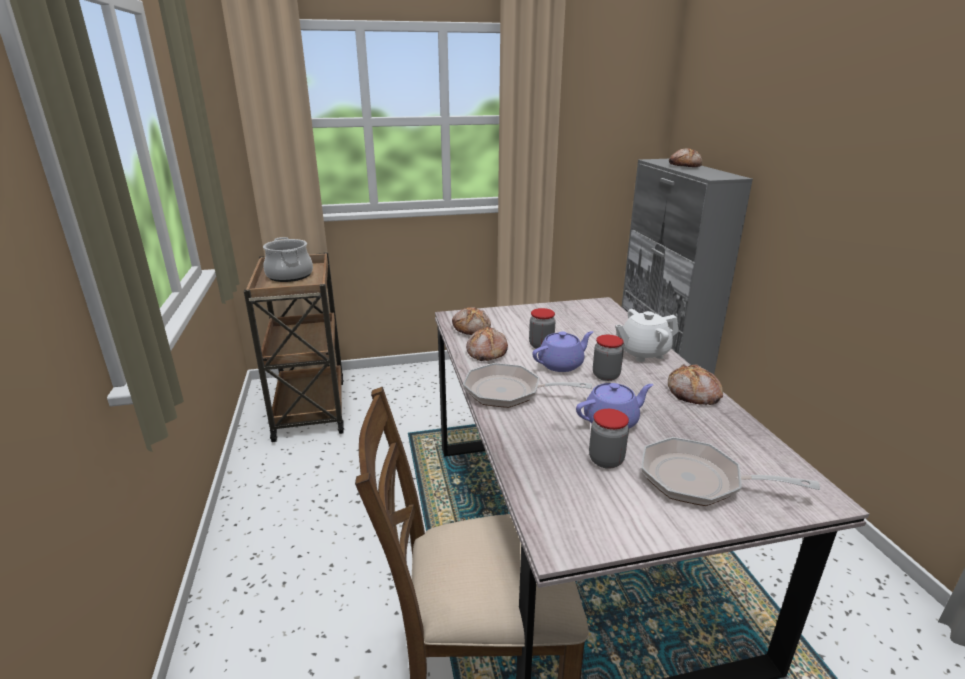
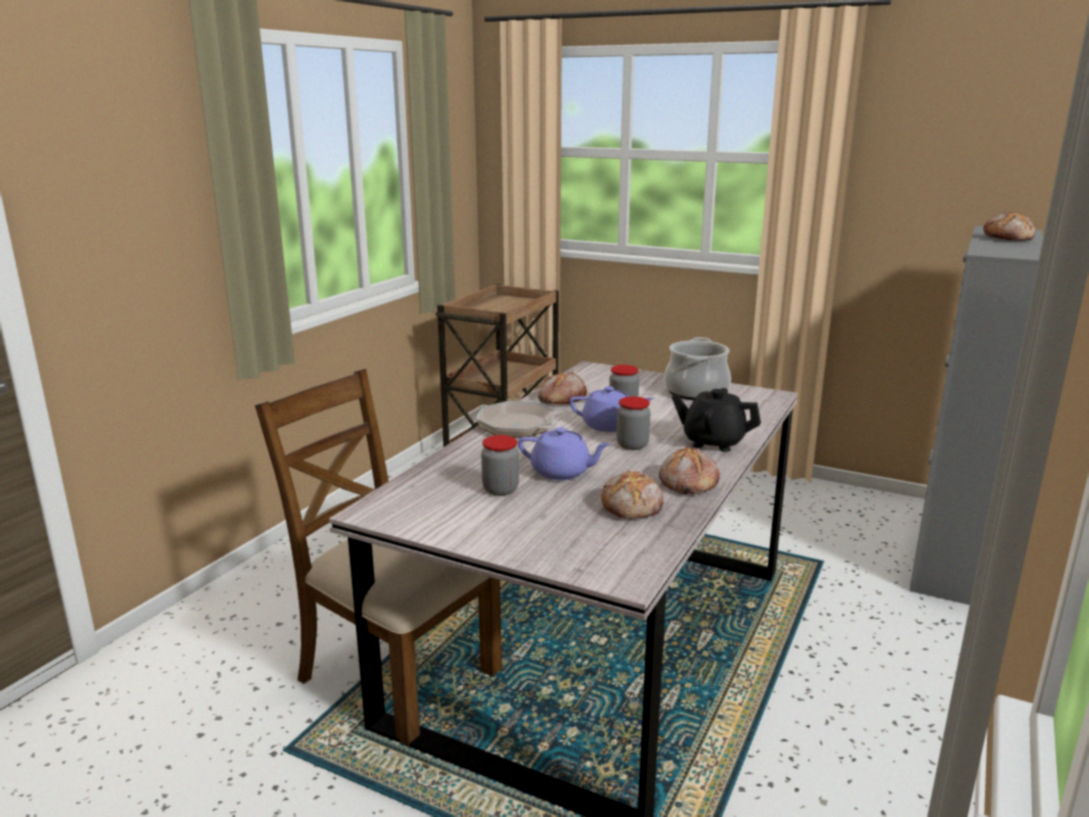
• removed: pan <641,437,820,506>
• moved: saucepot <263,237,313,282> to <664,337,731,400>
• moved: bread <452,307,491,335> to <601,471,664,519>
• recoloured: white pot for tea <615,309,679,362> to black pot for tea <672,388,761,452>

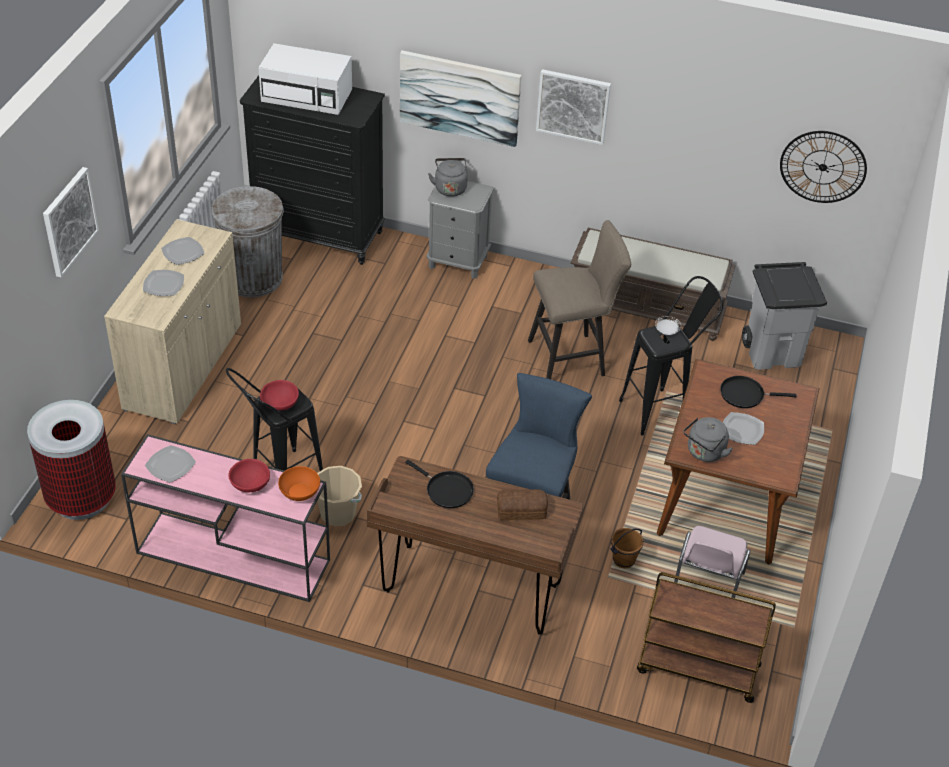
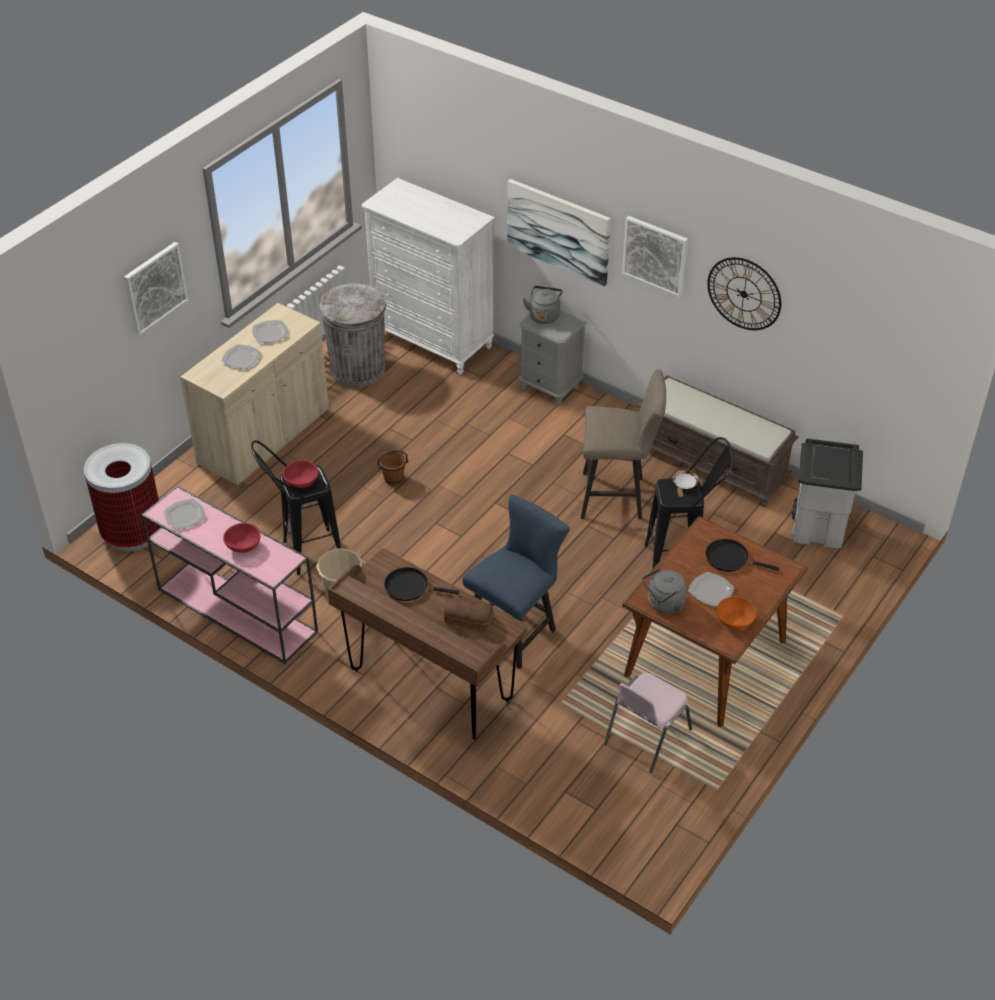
• removed: white kitchen microwave <259,43,352,115>
• removed: brown cart <637,572,776,703>
• moved: orange bowl <278,466,320,501> to <717,596,756,629>
• moved: brown bucket <610,528,644,568> to <377,450,408,486>
• moved: hanging clock <780,131,867,203> to <707,257,781,330>
• recoloured: black drawer chest <240,76,385,265> to white drawer chest <362,178,495,375>
• turned: black pan <405,460,474,508> = <384,567,459,601> 135 degrees clockwise

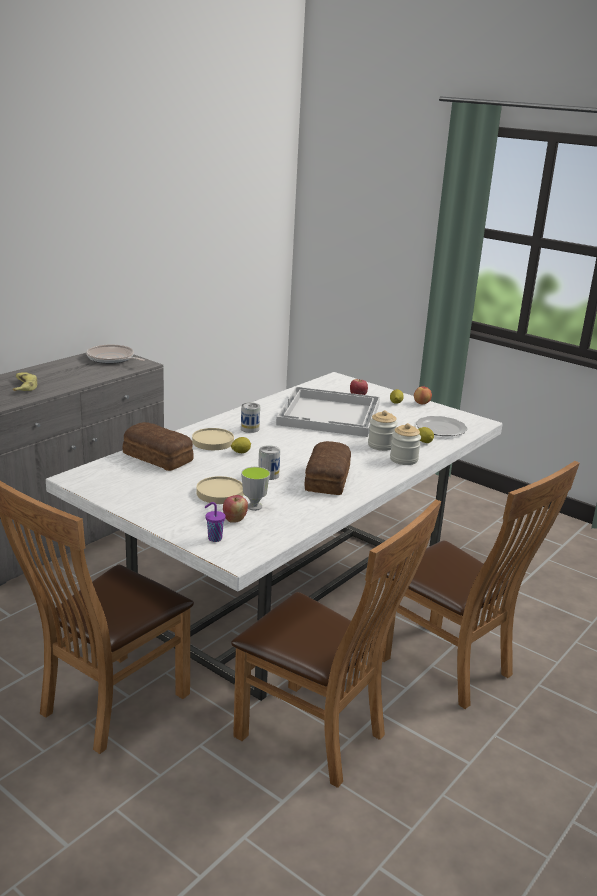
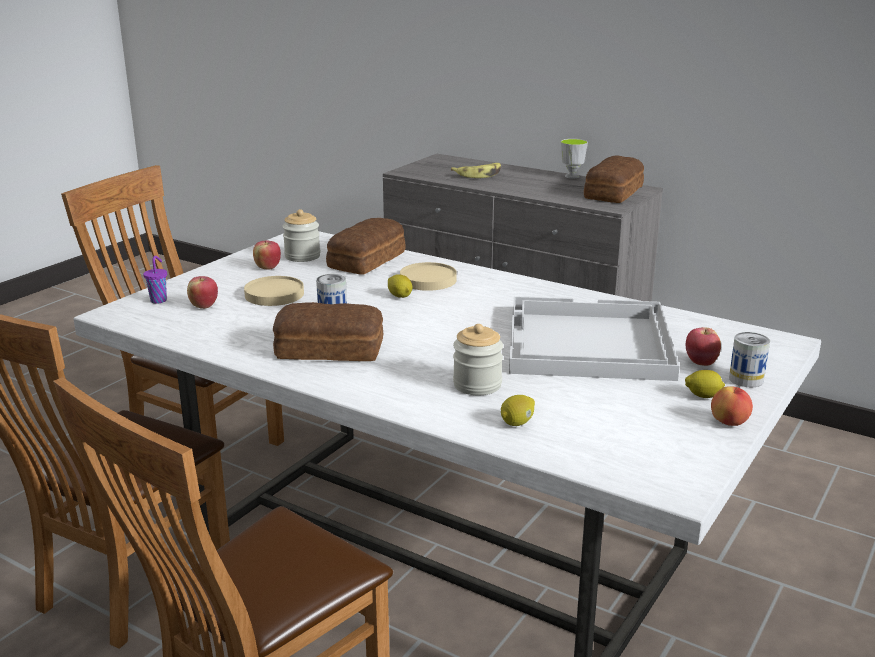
• removed: dinner plate <416,416,468,436>
• added: apple fruit <253,241,281,270>
• moved: can <241,402,260,433> to <729,332,770,388>
• moved: cup <241,467,270,511> to <561,139,588,178>
• moved: jar <390,423,421,465> to <282,209,320,262>
• replaced: pan <86,344,145,364> to bread <584,155,644,203>

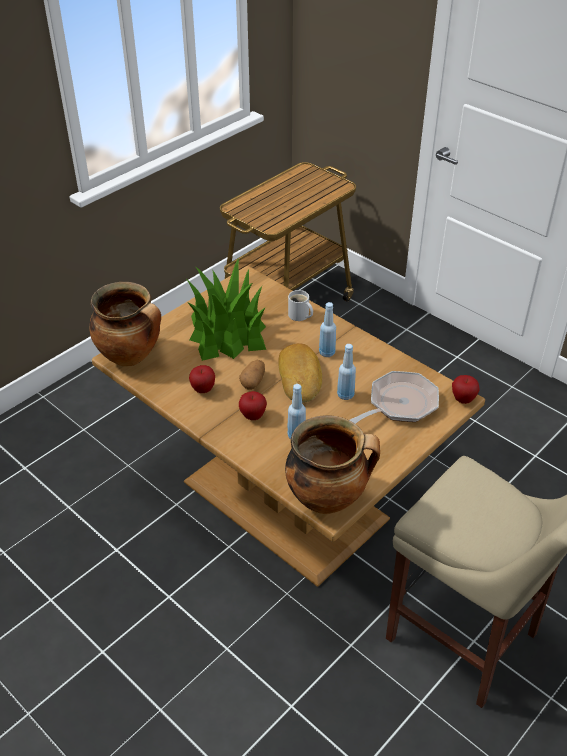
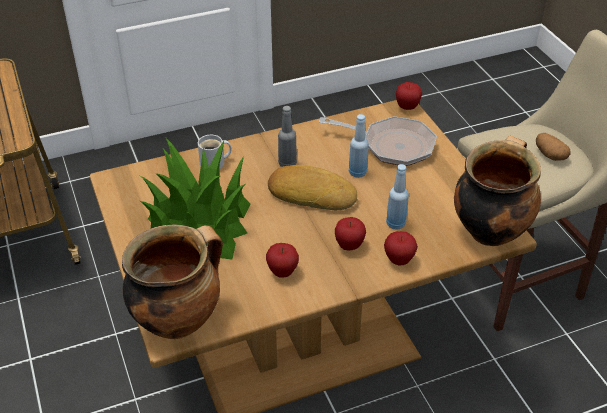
• added: apple fruit <384,231,418,266>
• moved: spud <239,360,265,390> to <536,133,571,161>
• recoloured: blue-coloured drink bottle <319,302,336,357> to greyish drink bottle <278,106,297,167>
• turned: pan <349,371,439,424> = <319,116,437,166> 120 degrees clockwise

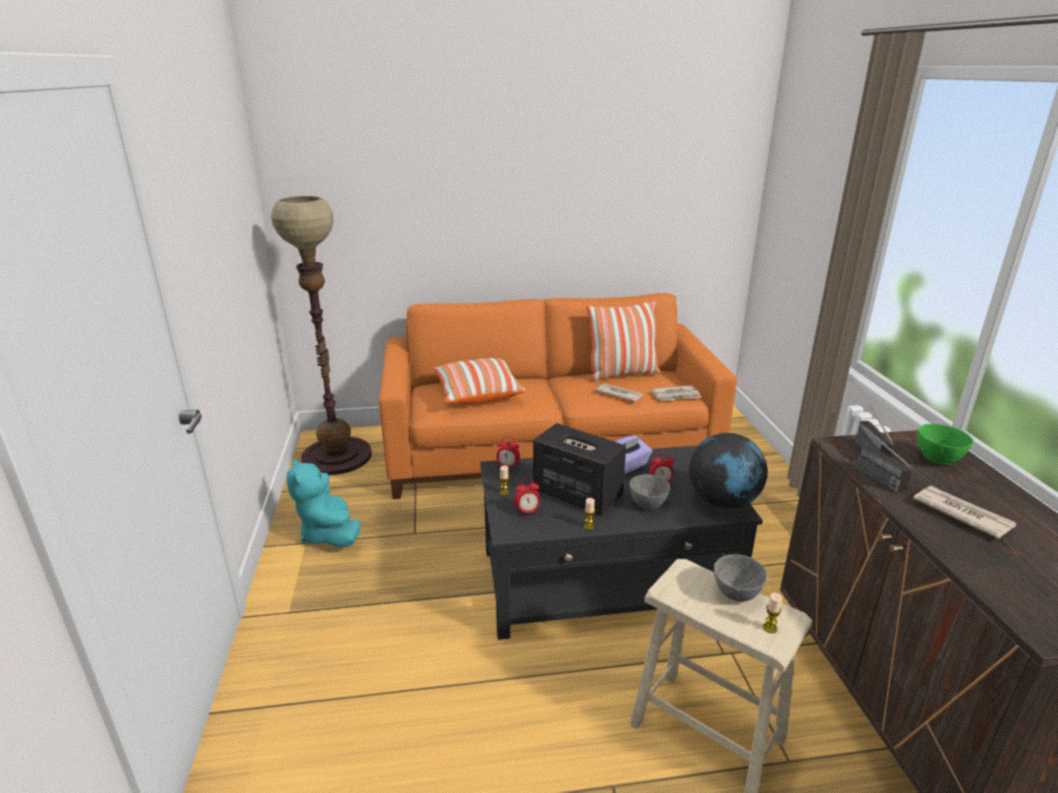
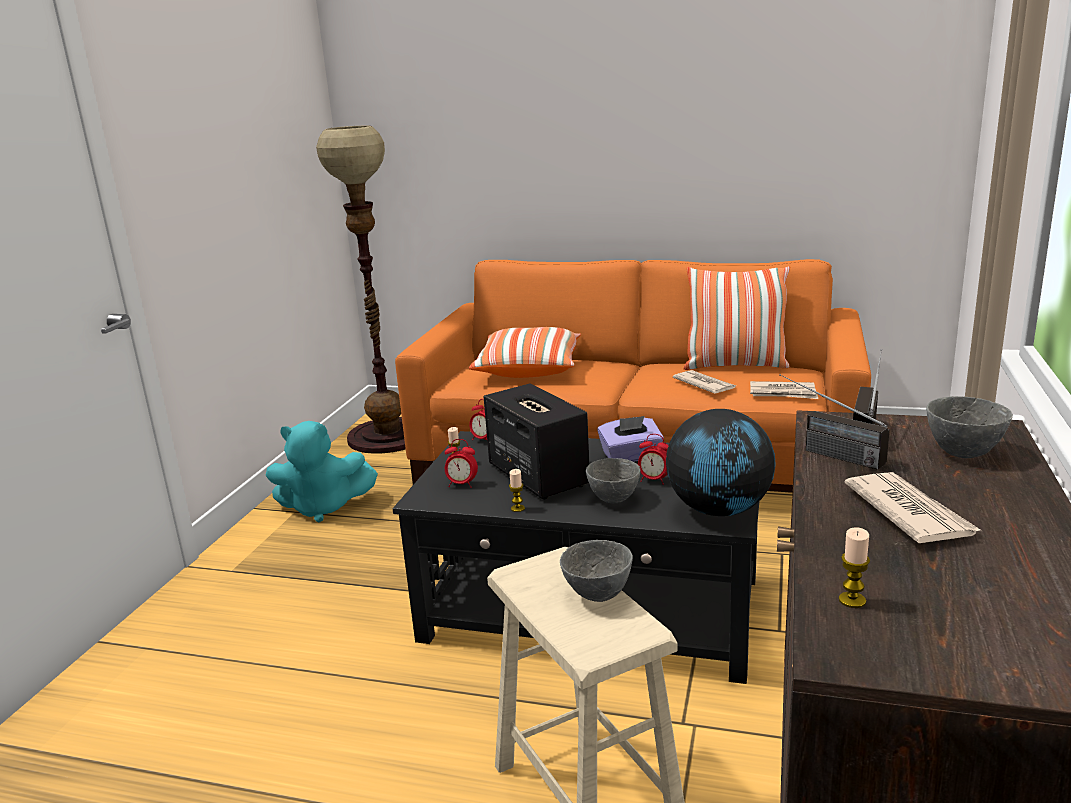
• moved: wax candle <763,593,782,633> to <839,527,870,608>
• recoloured: green-coloured bowl <918,424,973,465> to greyish bowl <926,396,1013,458>
• turned: blue-green cuddly toy <287,458,361,547> = <266,421,378,522> 90 degrees counterclockwise
• turned: radio set <850,415,912,493> = <779,374,890,470> 45 degrees counterclockwise

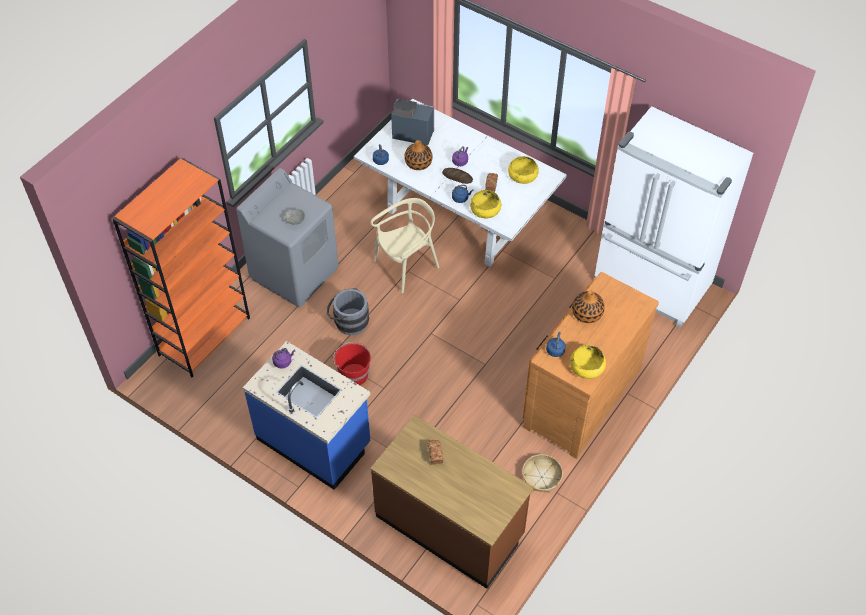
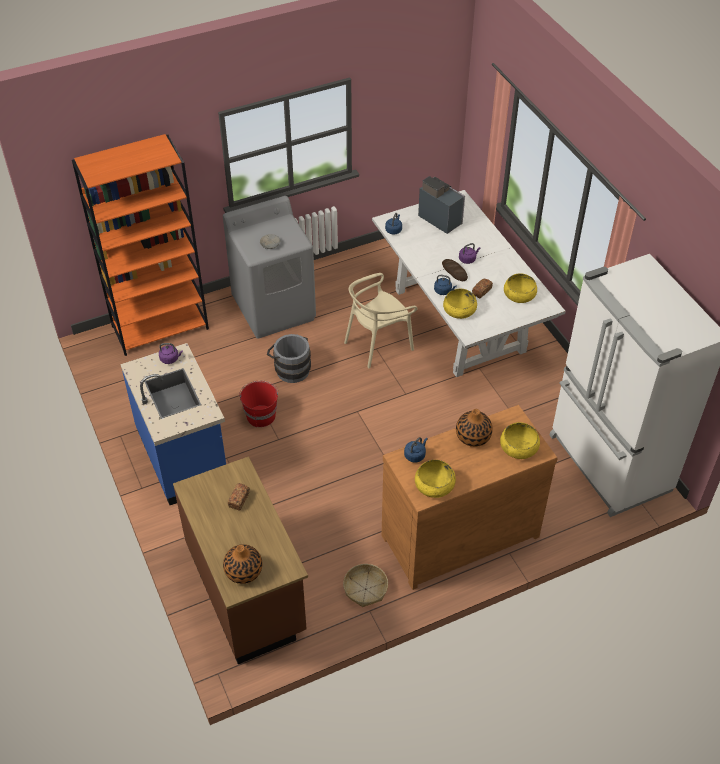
• added: yellow bowl <500,422,540,459>
• moved: flower vase <404,140,433,170> to <223,544,262,584>
• turned: beige plain chair <370,198,440,293> = <344,273,418,368> 150 degrees clockwise

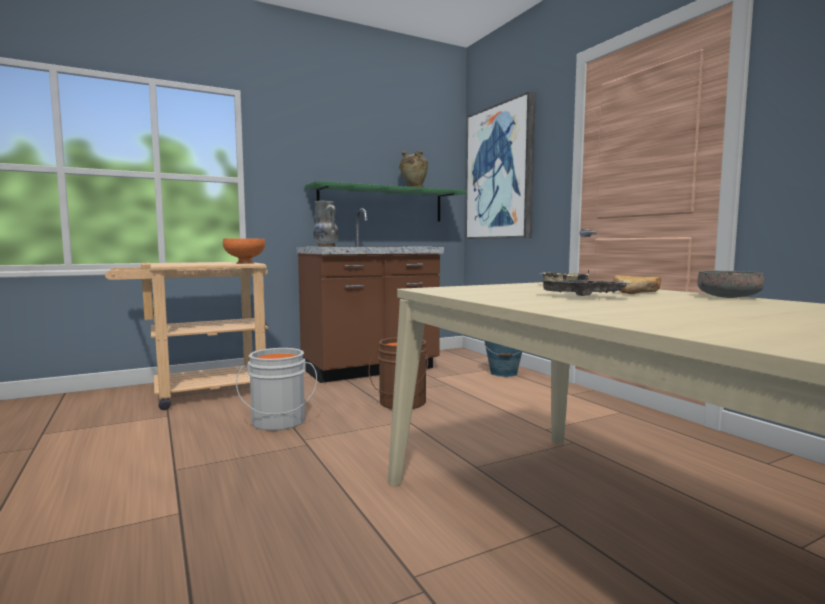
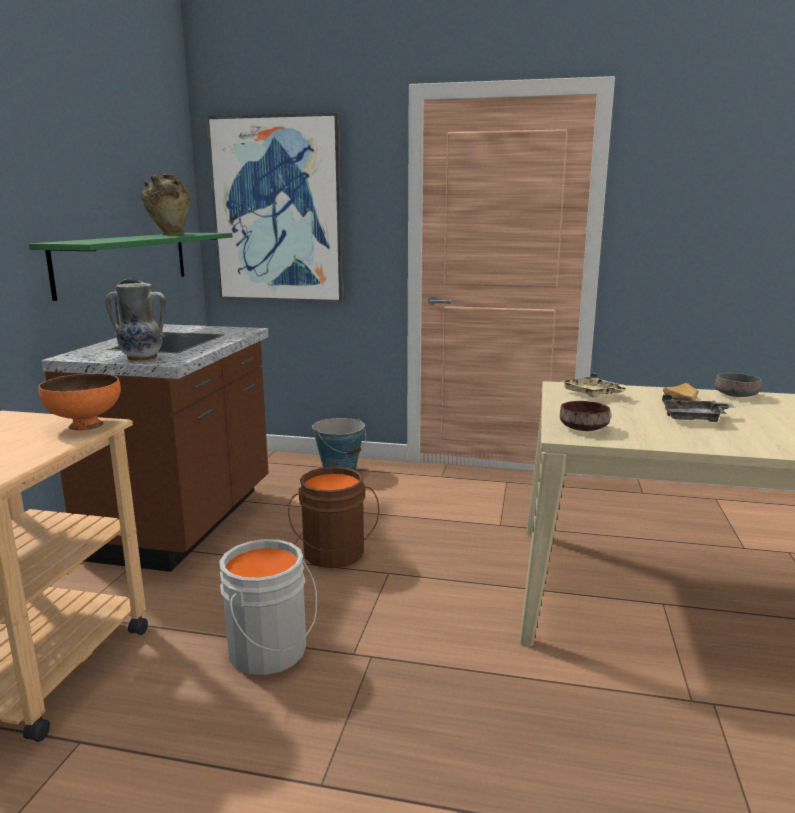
• added: brown bowl <560,401,611,431>

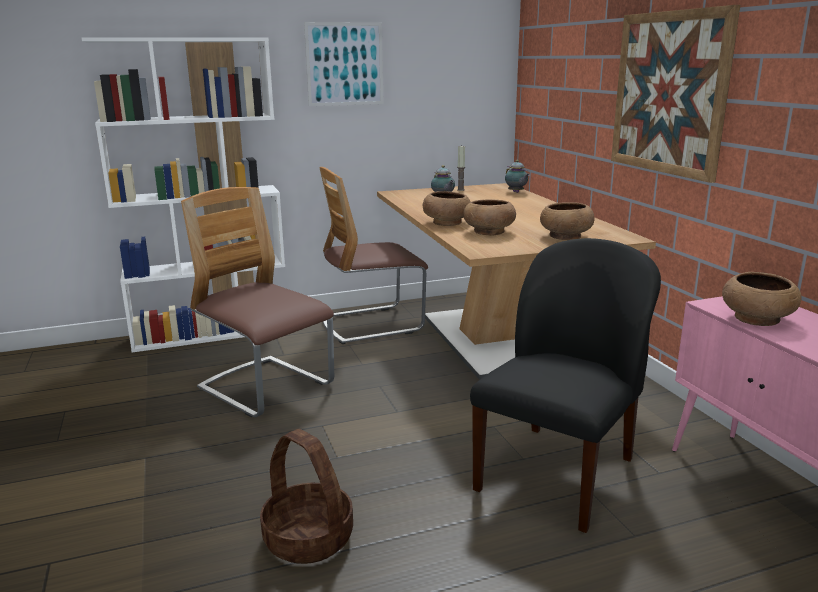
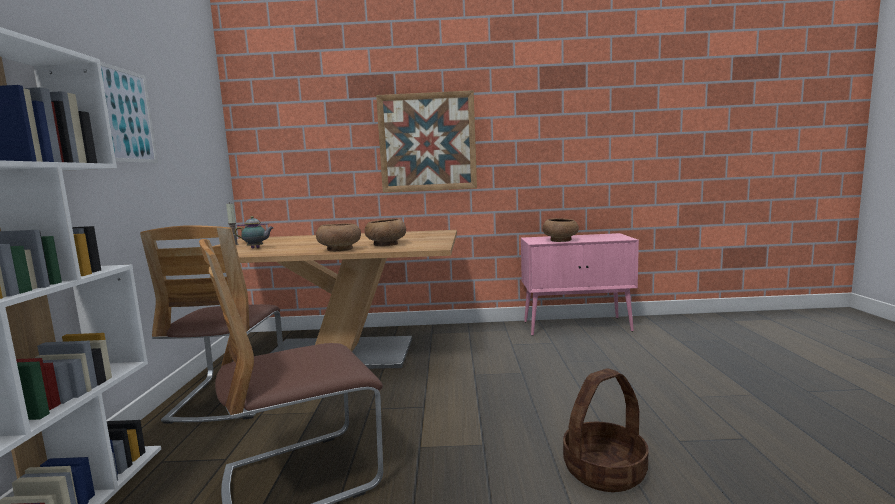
• removed: black plain chair <470,238,661,533>
• removed: pot for tea <505,160,530,193>
• removed: brown bowl <540,202,595,240>

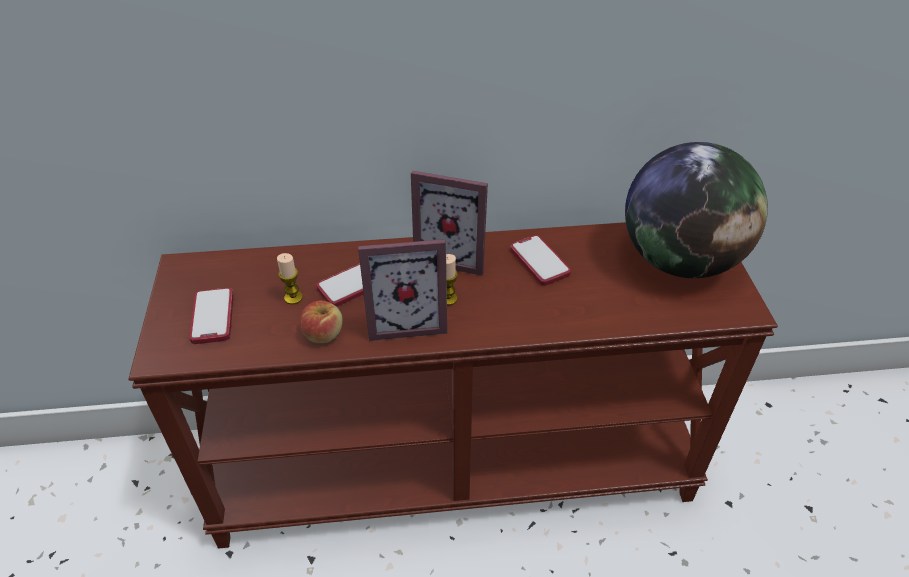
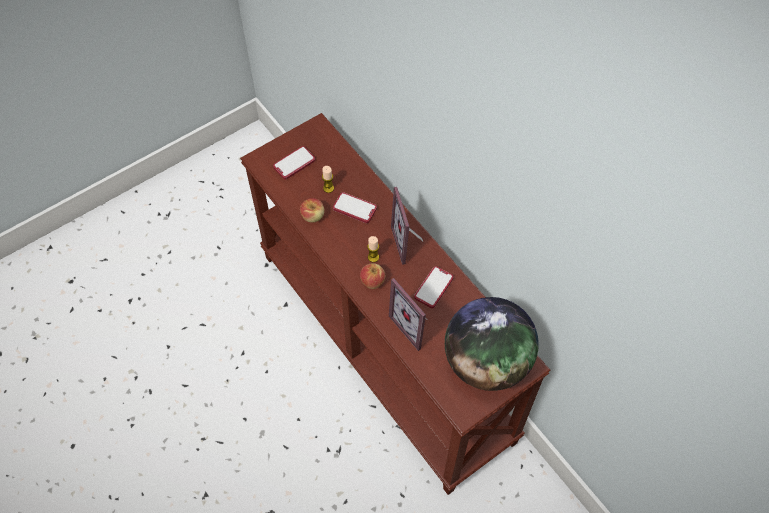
• added: apple fruit <360,263,385,289>
• moved: picture frame <358,239,447,341> to <389,278,427,351>

